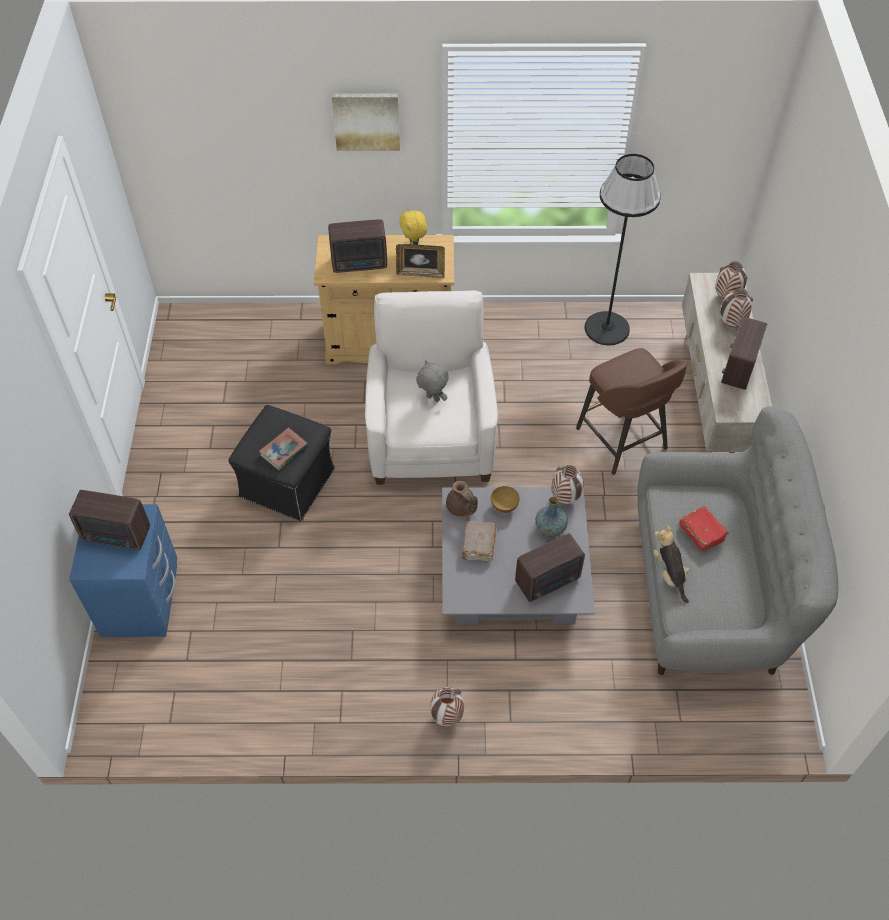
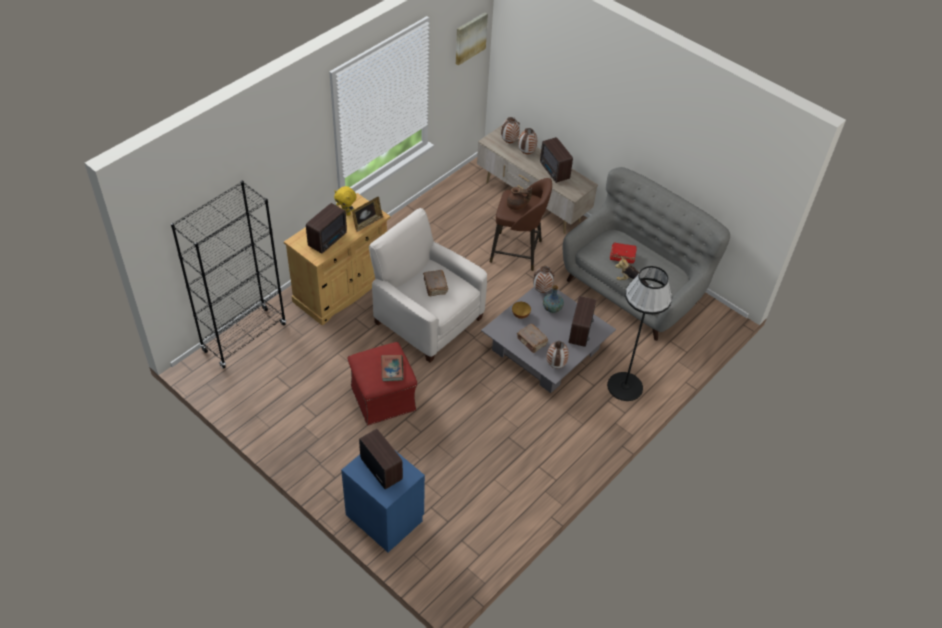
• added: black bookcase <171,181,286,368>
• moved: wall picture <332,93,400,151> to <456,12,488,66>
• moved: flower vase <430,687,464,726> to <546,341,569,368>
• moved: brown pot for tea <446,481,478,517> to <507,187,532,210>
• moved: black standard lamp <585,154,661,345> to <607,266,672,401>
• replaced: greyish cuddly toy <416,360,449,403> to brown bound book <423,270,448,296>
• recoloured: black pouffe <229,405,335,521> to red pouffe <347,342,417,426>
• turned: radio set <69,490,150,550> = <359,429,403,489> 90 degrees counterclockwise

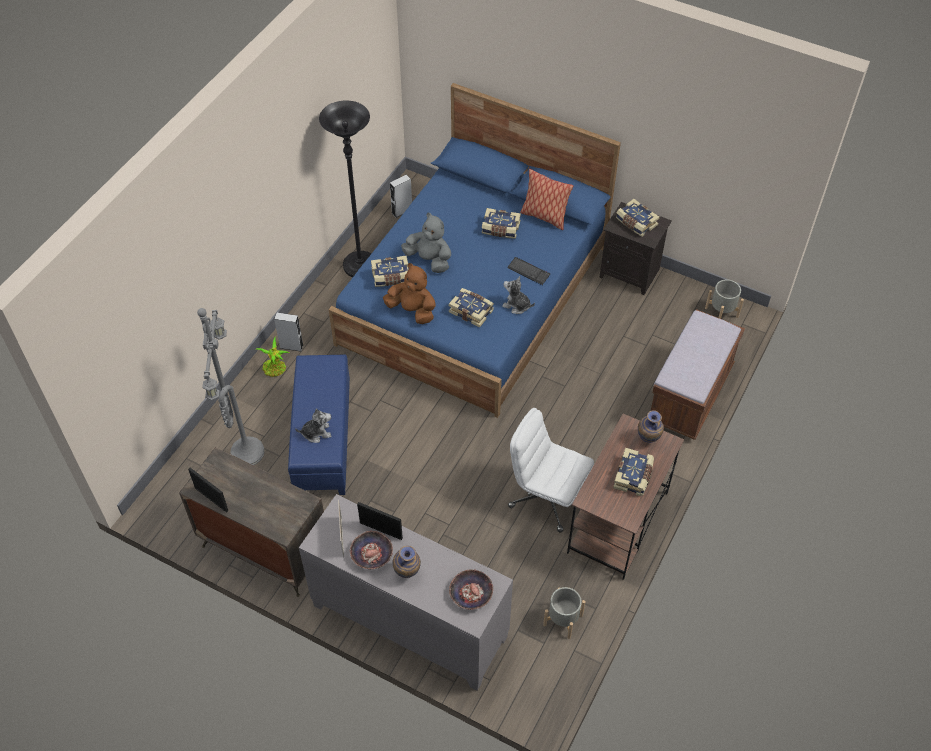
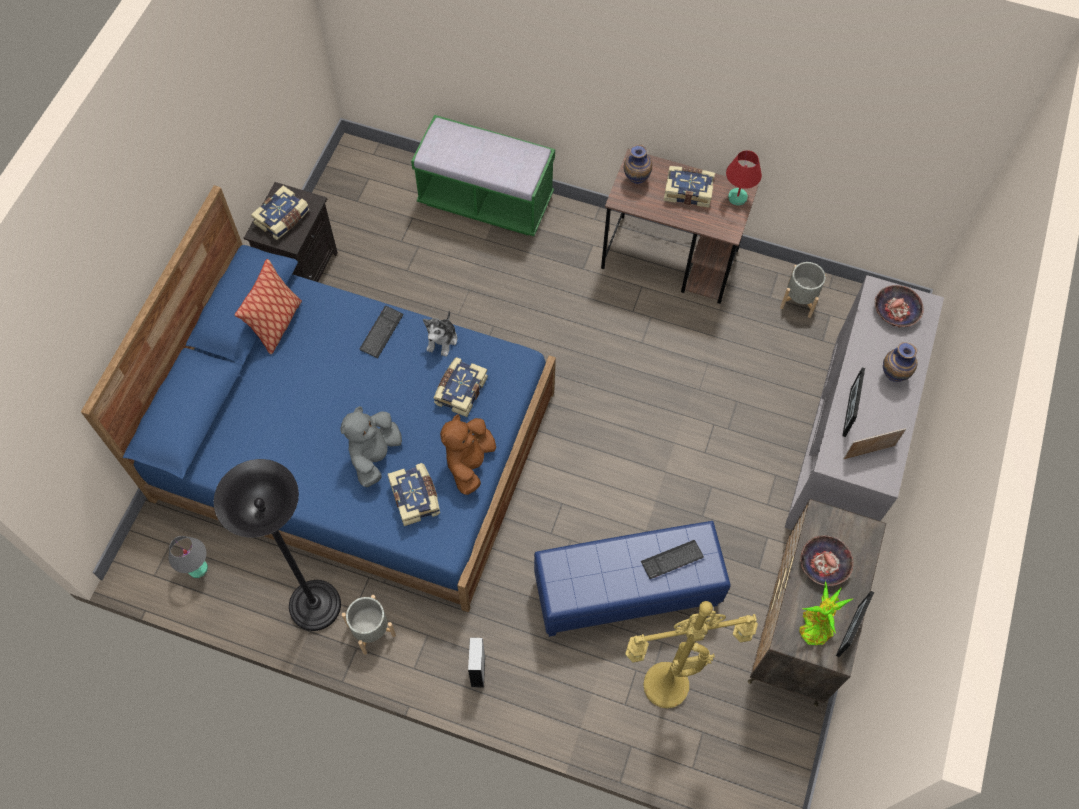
• removed: bound book <482,208,521,239>
• removed: white computer chair <508,408,594,532>
• added: red tabletop lamp <726,150,762,206>
• moved: plant in a pot <256,336,289,377> to <799,581,854,645>
• moved: bowl <350,531,393,569> to <800,535,853,586>
• moved: greyish flower pot <705,279,744,319> to <342,595,396,655>
• replaced: cuddly toy <295,408,332,443> to computer keyboard <641,540,704,579>
• replaced: greyish audio speaker <390,174,412,218> to greyish tabletop lamp <169,536,208,578>
• recoloured: greyish standard lamp <197,308,264,465> to yellow standard lamp <625,601,758,709>
• recoloured: brown bench <651,309,745,440> to green-coloured bench <411,115,555,236>

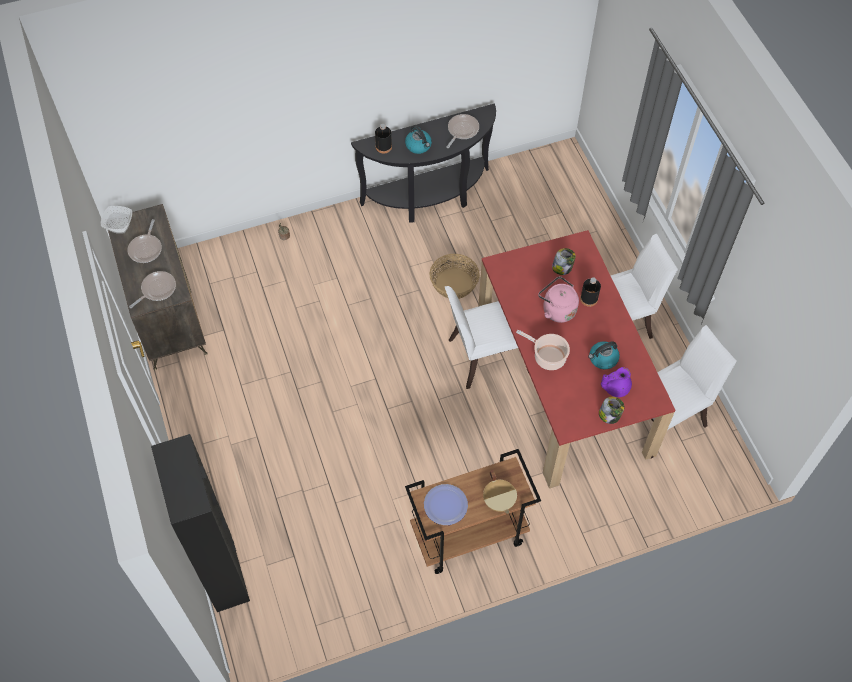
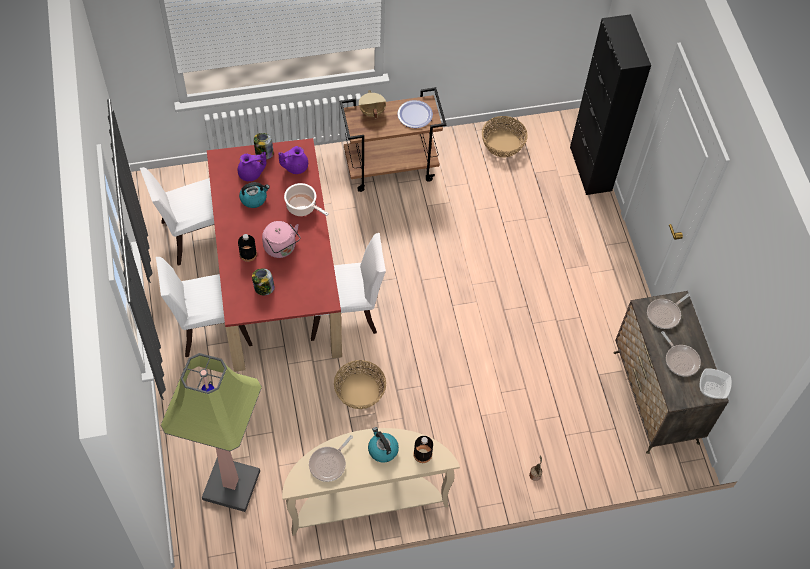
• added: standard lamp <161,353,262,512>
• added: purple-coloured pot for tea <279,146,308,174>
• added: basket <482,116,528,158>
• recoloured: black narrow table <351,103,496,223> to beige narrow table <282,428,460,536>
• turned: pan <127,219,162,263> = <661,331,701,376> 135 degrees clockwise

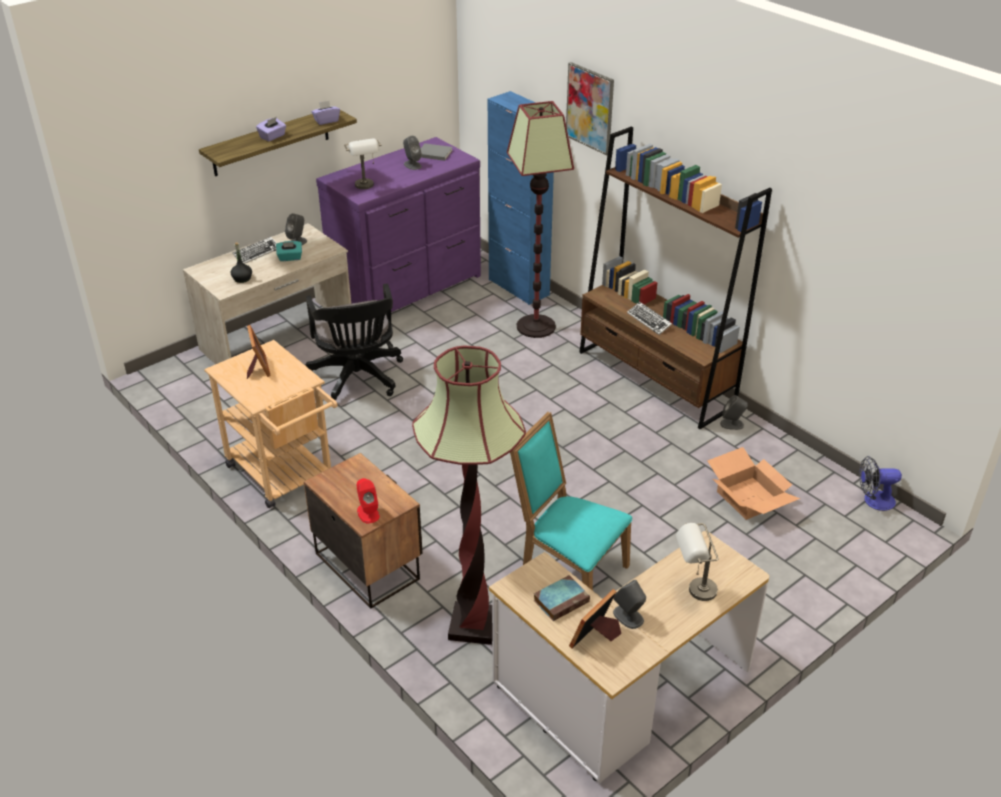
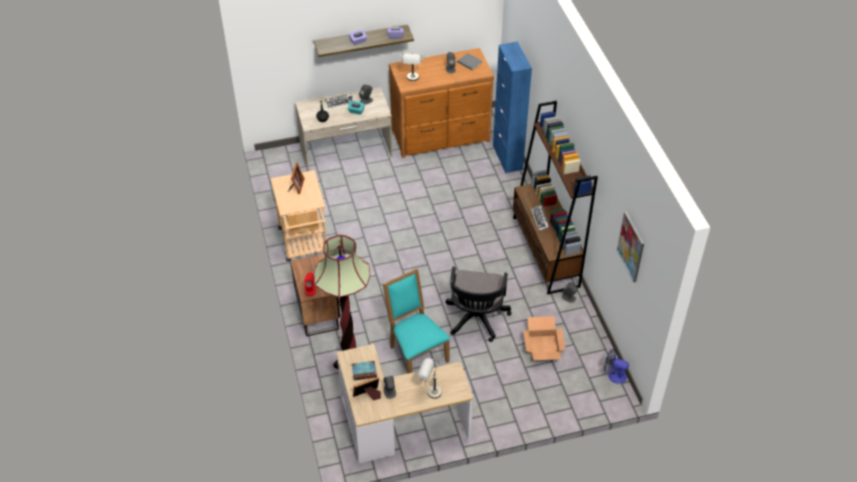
• removed: standard lamp <507,101,574,338>
• moved: black computer chair <305,283,403,400> to <445,267,511,342>
• moved: wall picture <566,62,614,155> to <617,211,644,282>
• recoloured: purple-coloured drawer chest <316,137,481,312> to brown drawer chest <389,48,494,158>

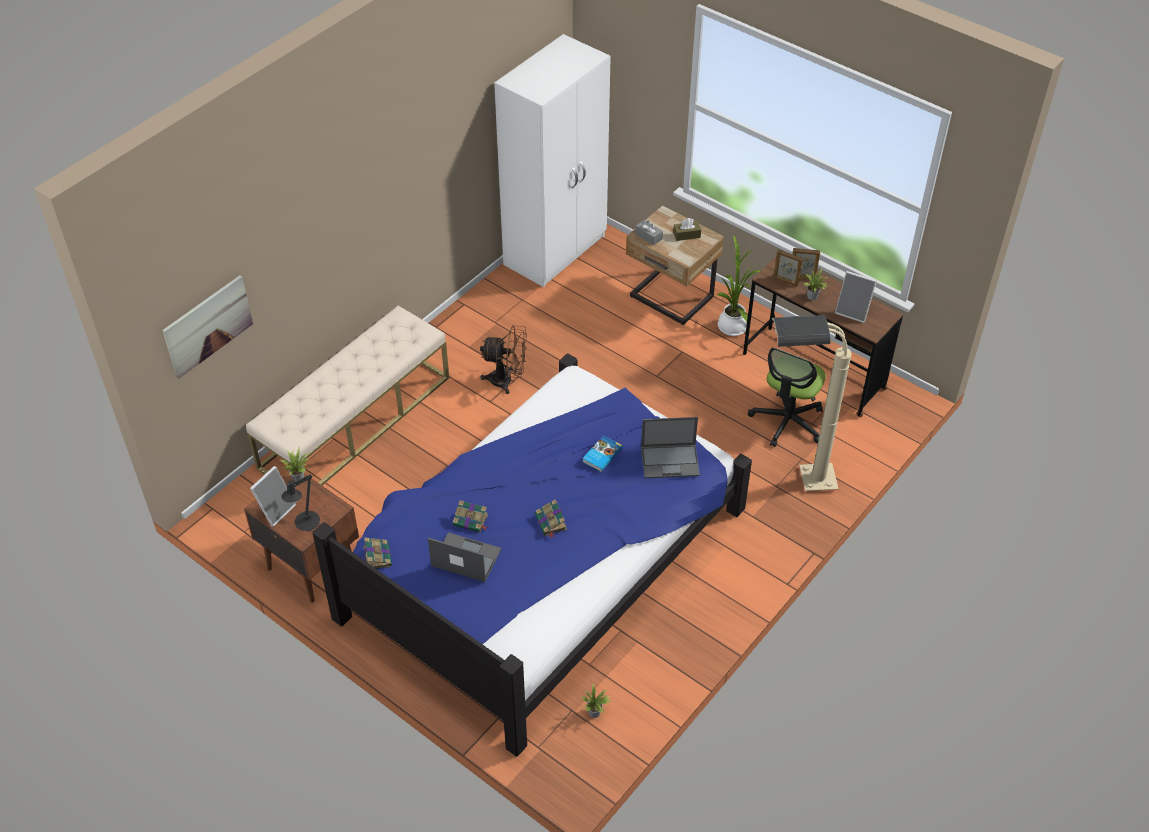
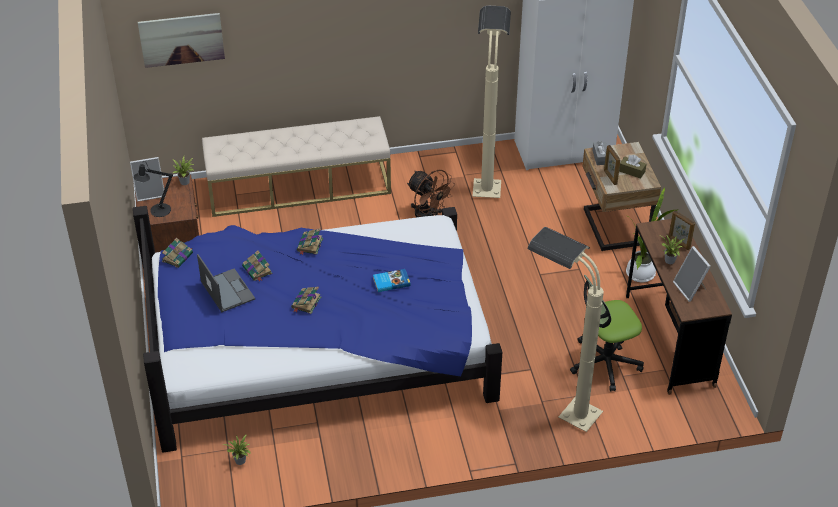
• removed: portable computer <641,417,700,478>
• added: bound book <297,228,323,255>
• added: beige standard lamp <472,6,511,198>
• moved: picture frame <773,249,803,286> to <604,145,621,185>

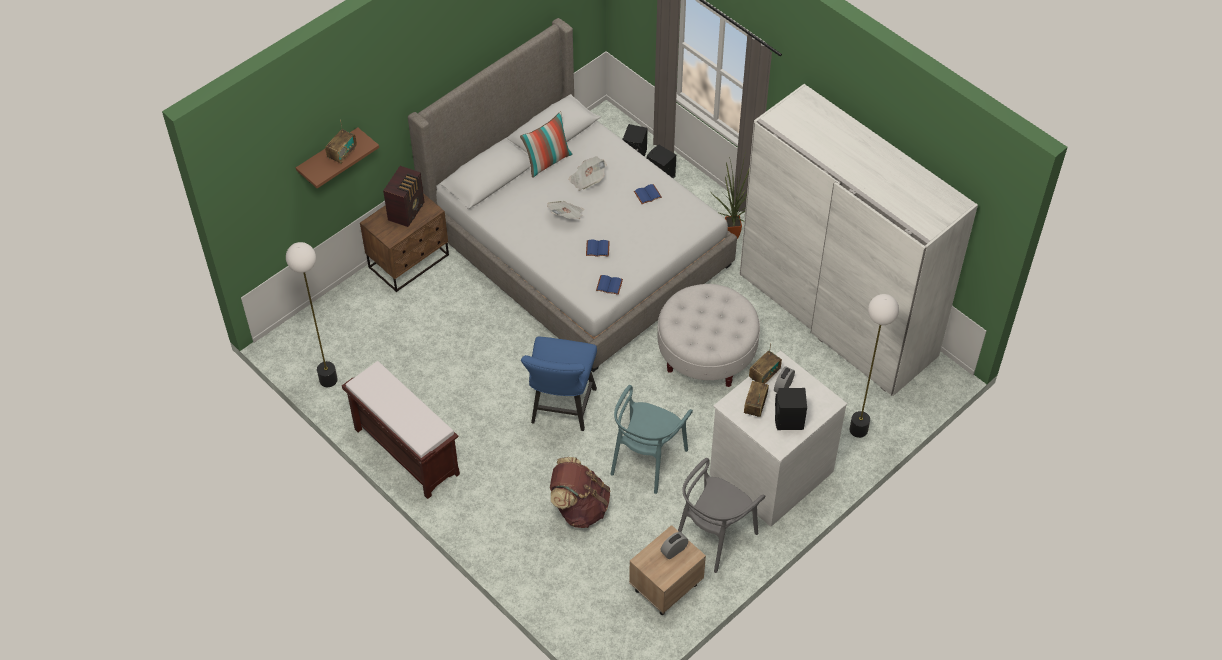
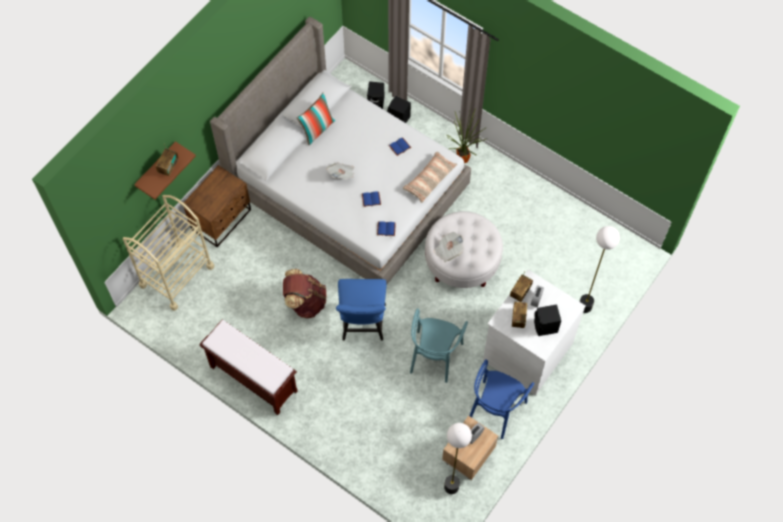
• removed: radio set <383,166,424,227>
• removed: white wardrobe <739,84,978,396>
• added: beige cart <123,195,214,311>
• added: cushion <403,152,457,203>
• moved: standard lamp <286,242,338,387> to <444,423,472,494>
• moved: brown backpack <550,457,610,528> to <283,269,327,318>
• moved: newspaper <569,156,607,191> to <433,232,464,262>
• recoloured: greyish plain chair <678,458,765,573> to blue-coloured plain chair <469,359,534,439>

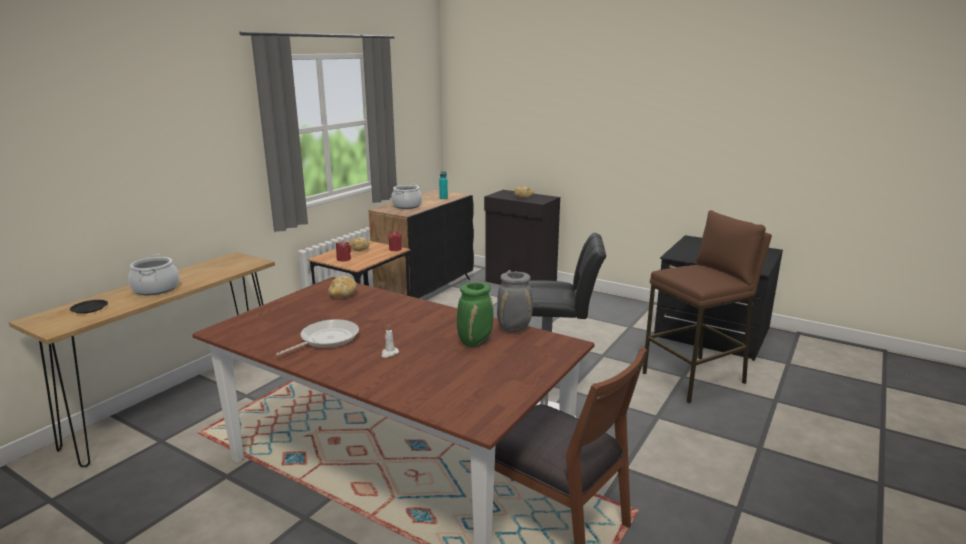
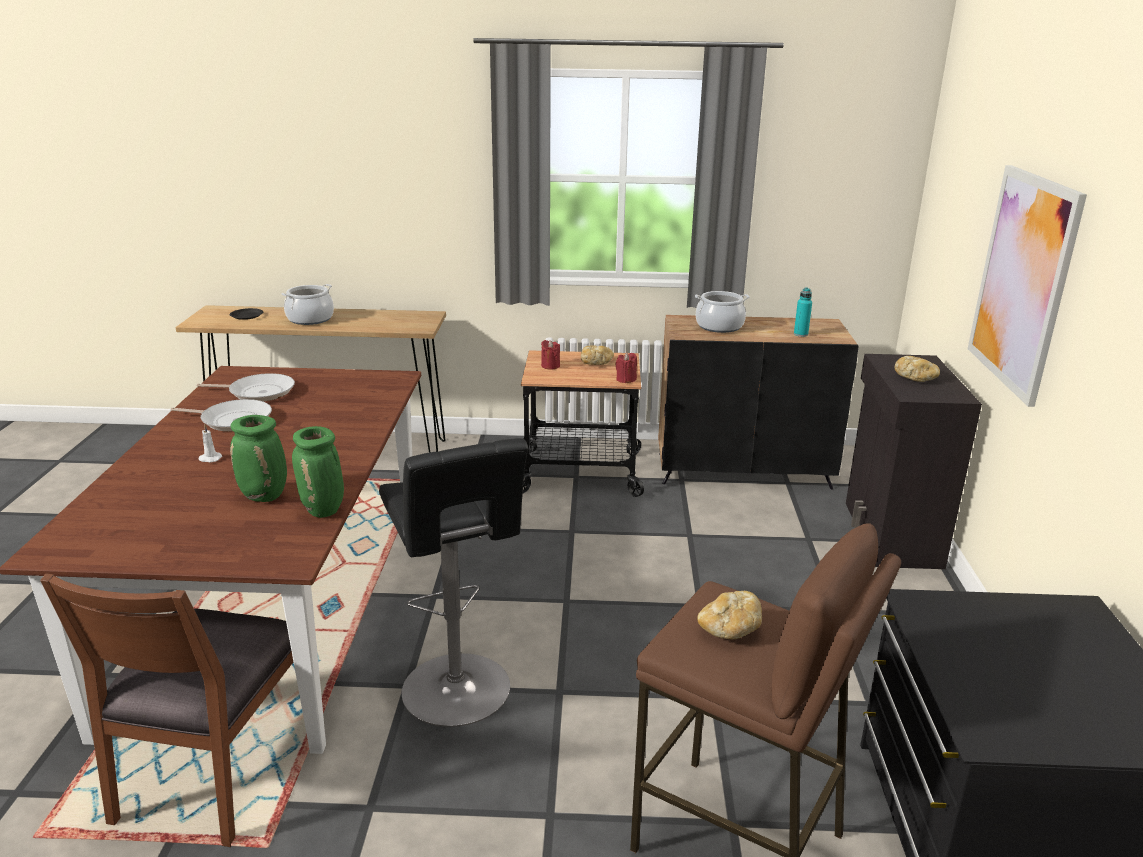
• added: pan <197,373,295,402>
• added: wall picture <968,165,1087,407>
• moved: bread <328,275,357,298> to <697,591,762,639>
• recoloured: greyish flower vase <497,272,533,332> to green-coloured flower vase <292,426,344,518>

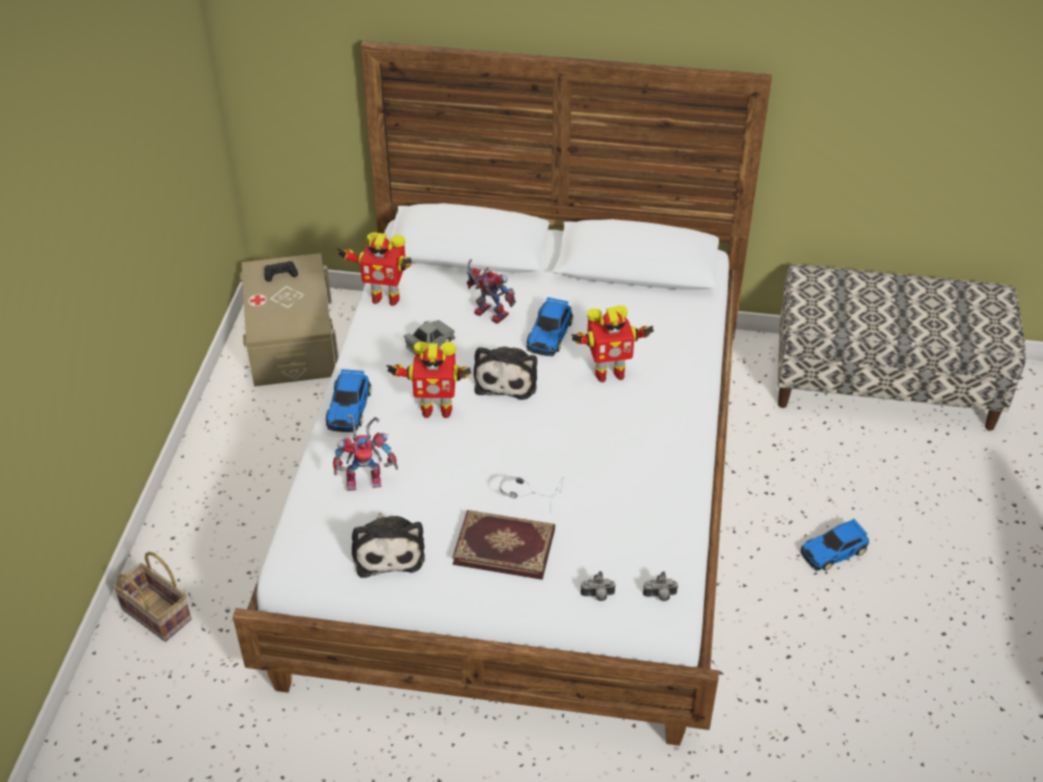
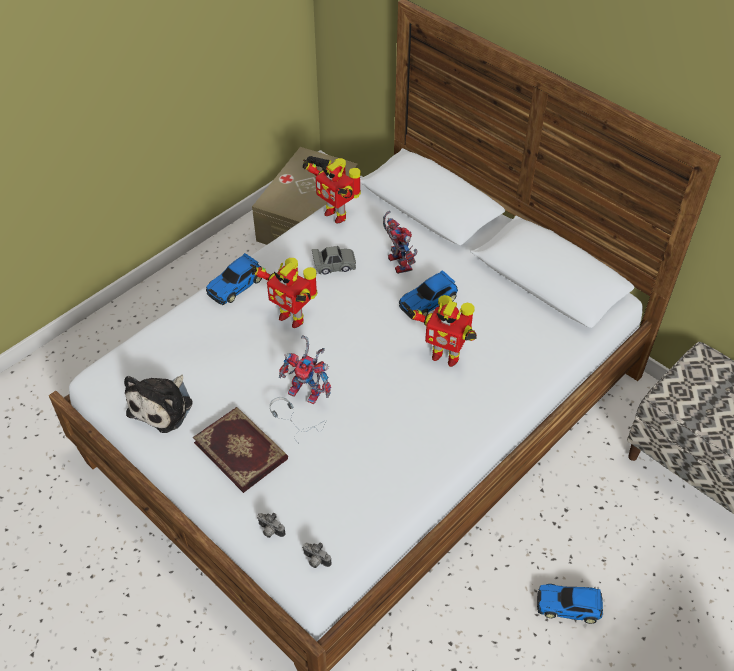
• removed: basket <113,552,191,642>
• removed: cuddly toy <473,346,537,400>
• moved: toy robot <333,414,398,491> to <279,335,331,404>

